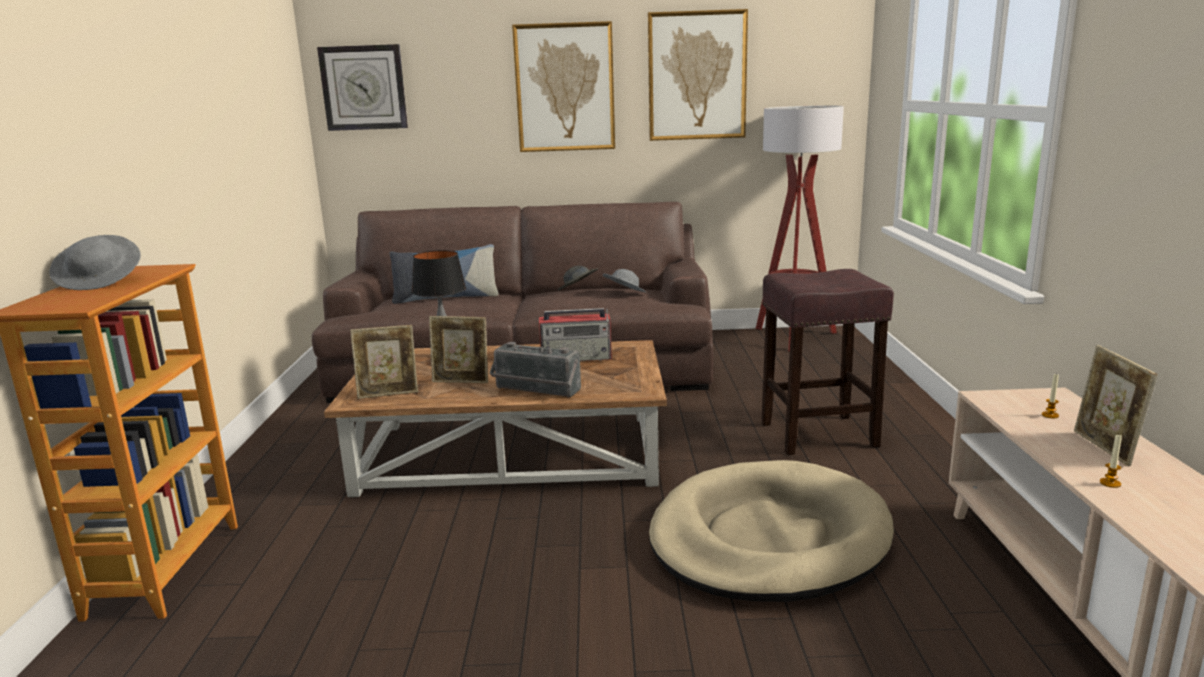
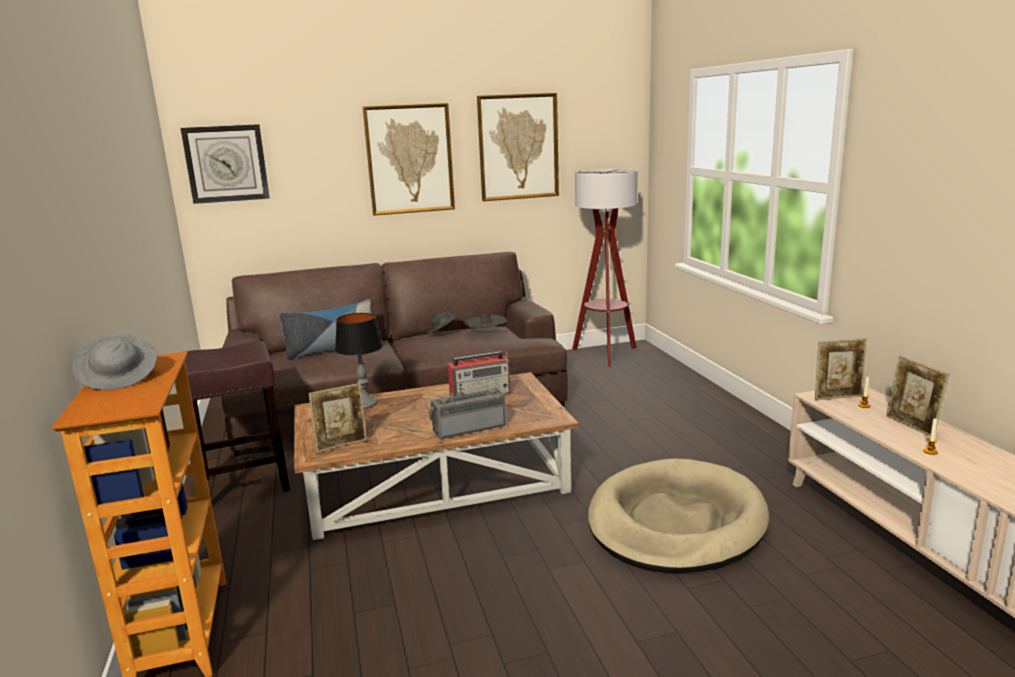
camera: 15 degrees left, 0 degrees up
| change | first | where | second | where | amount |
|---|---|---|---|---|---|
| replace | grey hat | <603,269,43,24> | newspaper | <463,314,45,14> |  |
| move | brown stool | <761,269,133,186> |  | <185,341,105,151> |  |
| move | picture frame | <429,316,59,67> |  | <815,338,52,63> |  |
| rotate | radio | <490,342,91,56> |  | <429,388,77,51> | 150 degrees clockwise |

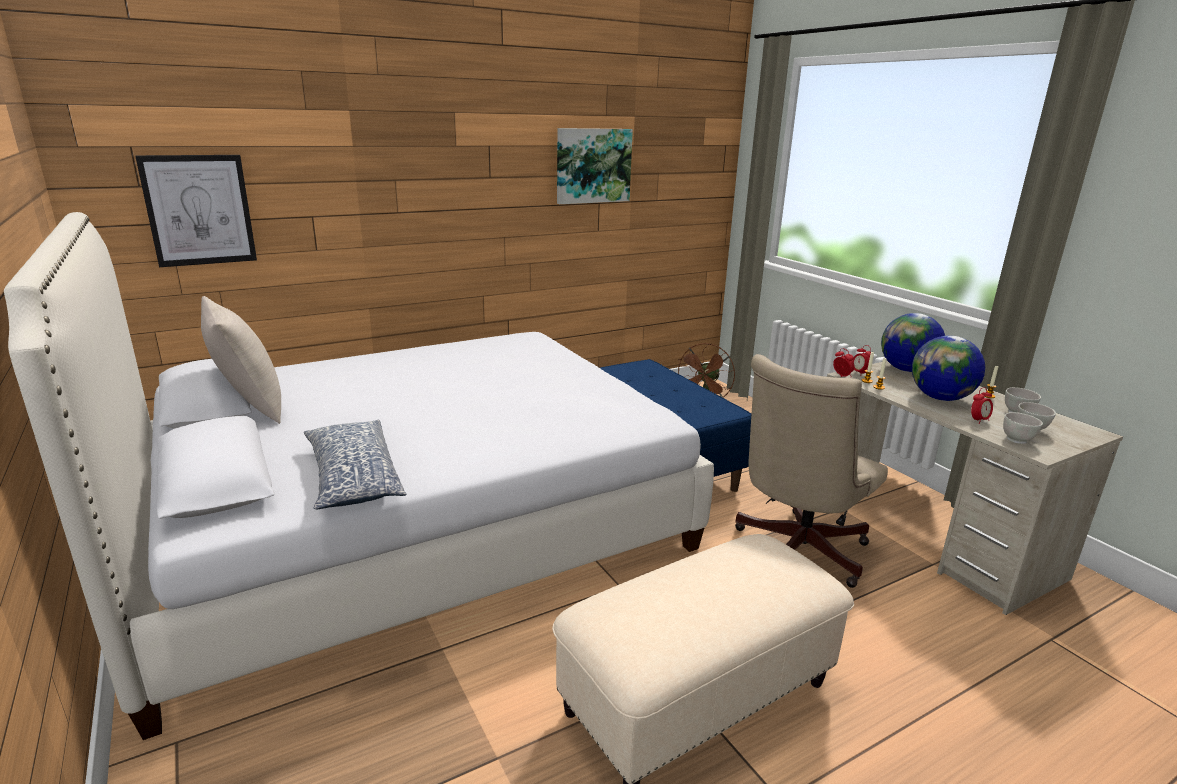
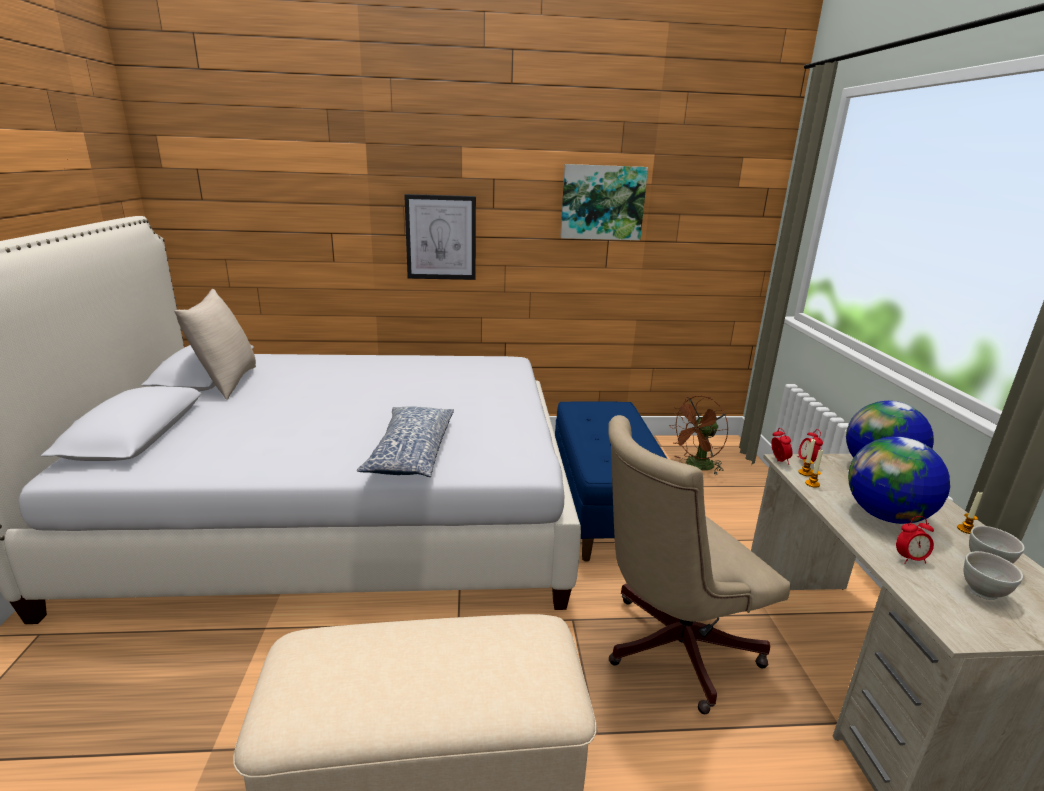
camera: 25 degrees right, 0 degrees up
| change | first | where | second | where | amount |
|---|---|---|---|---|---|
| move | picture | <135,155,122,112> |  | <404,194,72,86> |  |
| delete | white bowl | <1003,412,40,32> |  |  |  |
| move | pillow | <304,420,102,89> |  | <357,406,97,71> |  |

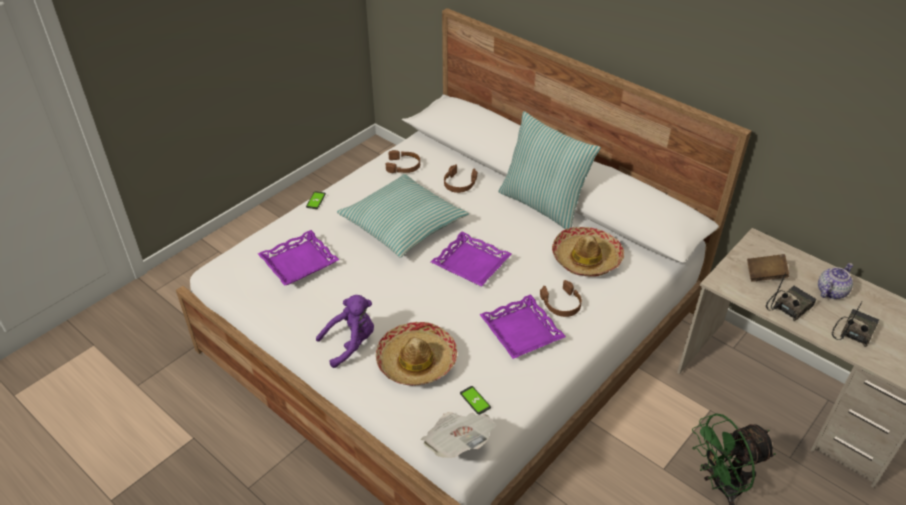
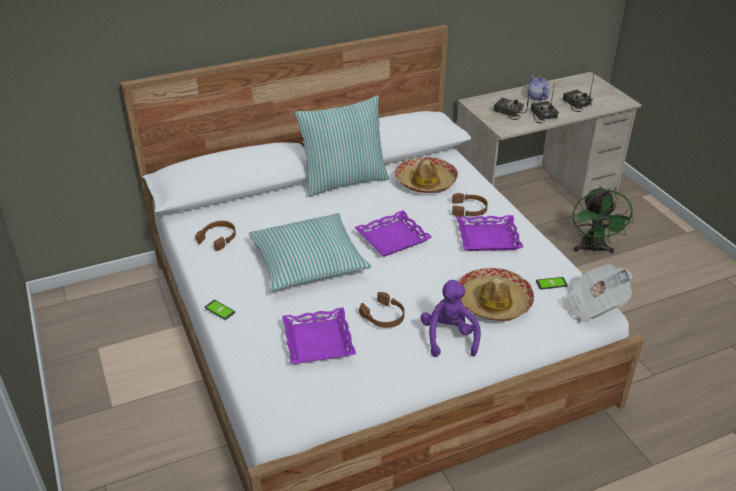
camera: 65 degrees left, 5 degrees down
| change | first | where | second | where | amount |
|---|---|---|---|---|---|
| move | brown headphones | <444,164,33,29> |  | <359,292,46,36> |  |
| replace | brown book | <747,254,42,28> | radio | <494,78,37,42> |  |

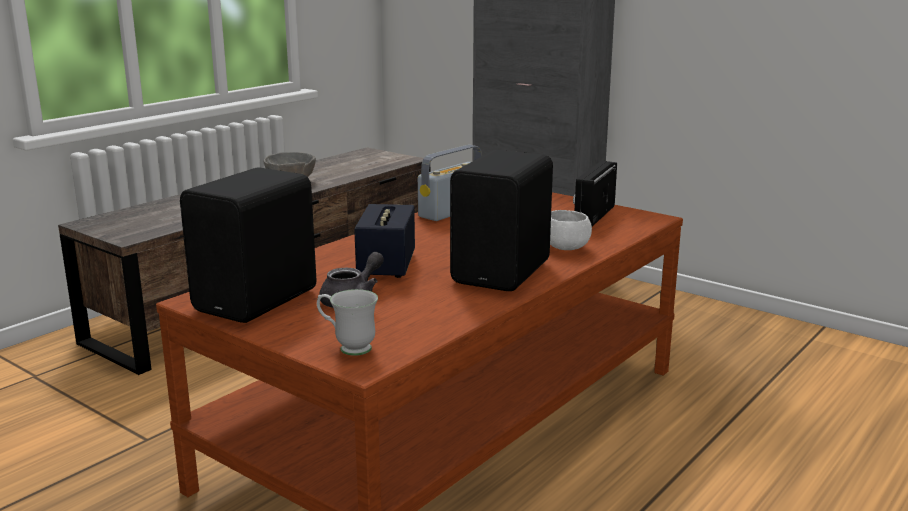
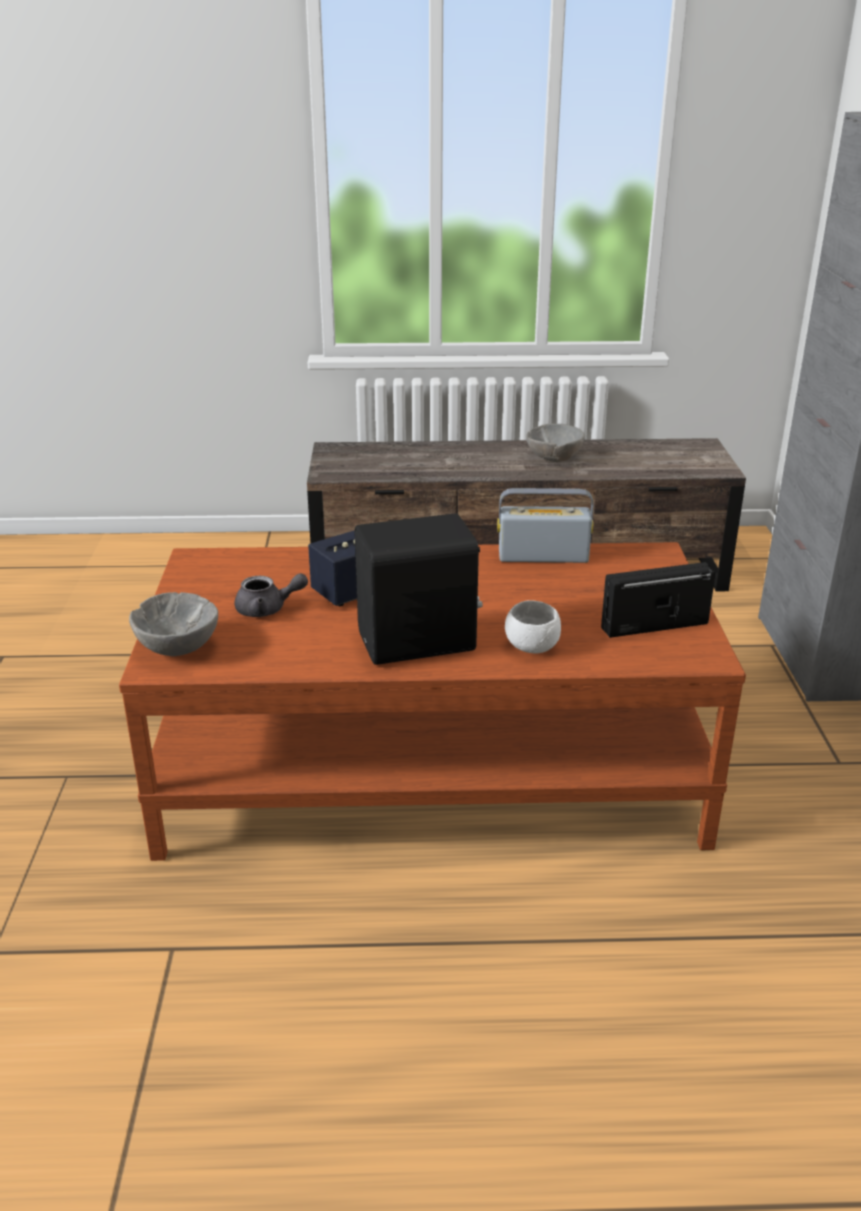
camera: 50 degrees right, 10 degrees up
| change | first | where | second | where | amount |
|---|---|---|---|---|---|
| delete | black speaker | <180,167,137,156> |  |  |  |
| replace | white mug | <317,289,61,67> | grey bowl | <129,592,89,64> |  |

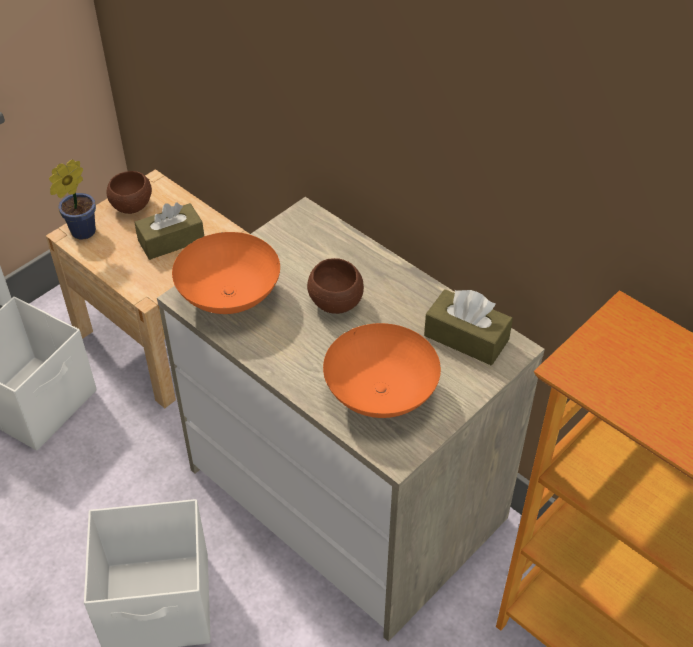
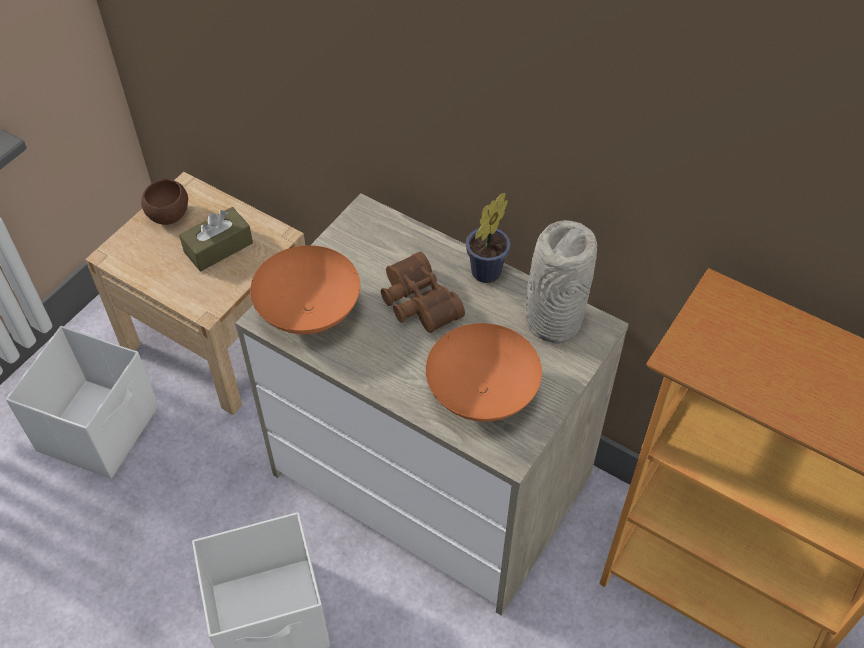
camera: 10 degrees left, 5 degrees up
| change | first | where | second | where | amount |
|---|---|---|---|---|---|
| move | potted plant | <49,159,47,81> |  | <466,193,45,90> |  |
| replace | brown bowl | <307,258,57,56> | brown binoculars | <381,252,84,81> |  |
| replace | brown tissue box | <424,289,89,76> | grey vase | <526,220,71,124> |  |

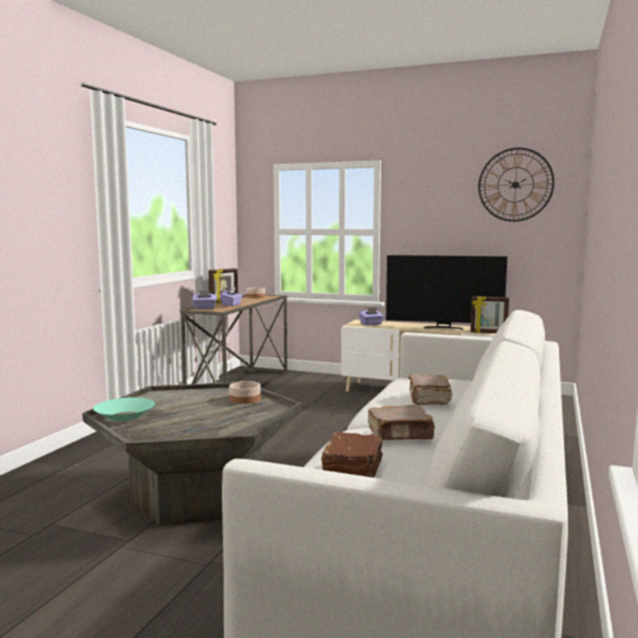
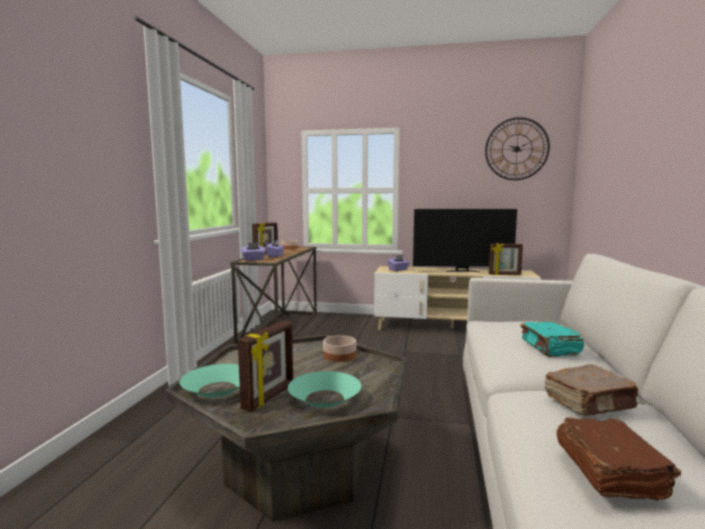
camera: 10 degrees left, 0 degrees up
| change | first | where | second | where | amount |
|---|---|---|---|---|---|
| recolor | brown book | <408,374,44,31> | turquoise book | <520,322,64,35> |  |
| insert |  |  | picture frame | <238,321,55,91> |  |
| insert |  |  | turquoise bowl | <288,371,73,37> |  |

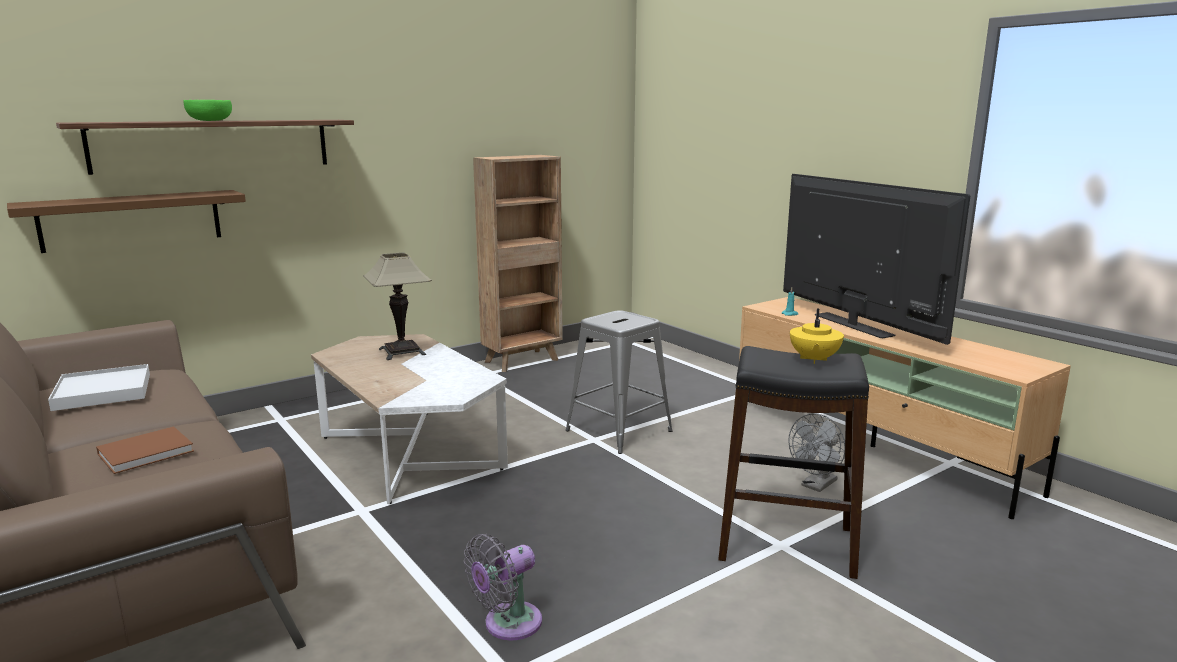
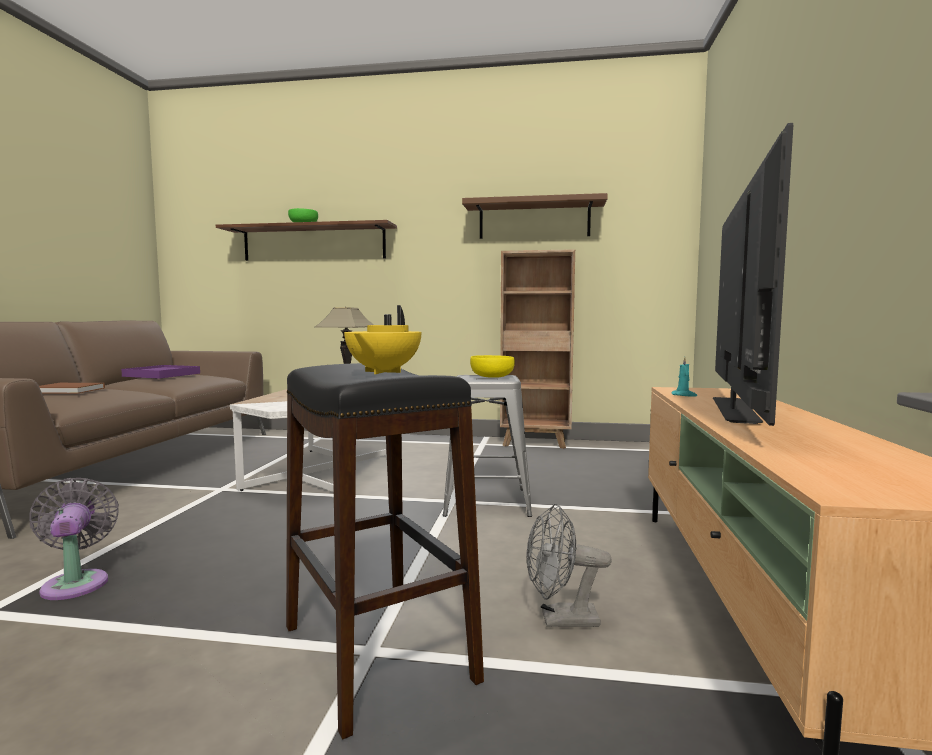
camera: 45 degrees right, 10 degrees down
| change | first | where | second | where | amount |
|---|---|---|---|---|---|
| move | brown shelf | <7,190,239,63> |  | <462,193,146,46> |  |
| rotate | yellow teapot | <790,309,54,55> |  | <344,305,77,69> | 45 degrees counterclockwise |
| recolor | white tray | <48,364,102,47> | purple tray | <121,365,79,14> |  |
| rotate | grey fan | <464,534,78,107> |  | <29,478,90,122> | 60 degrees clockwise |
| insert |  |  | yellow bowl | <470,355,45,23> |  |

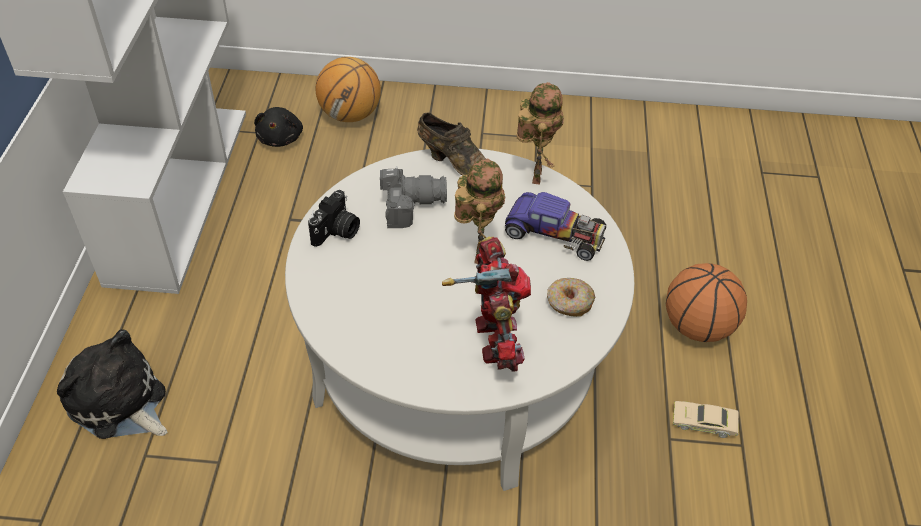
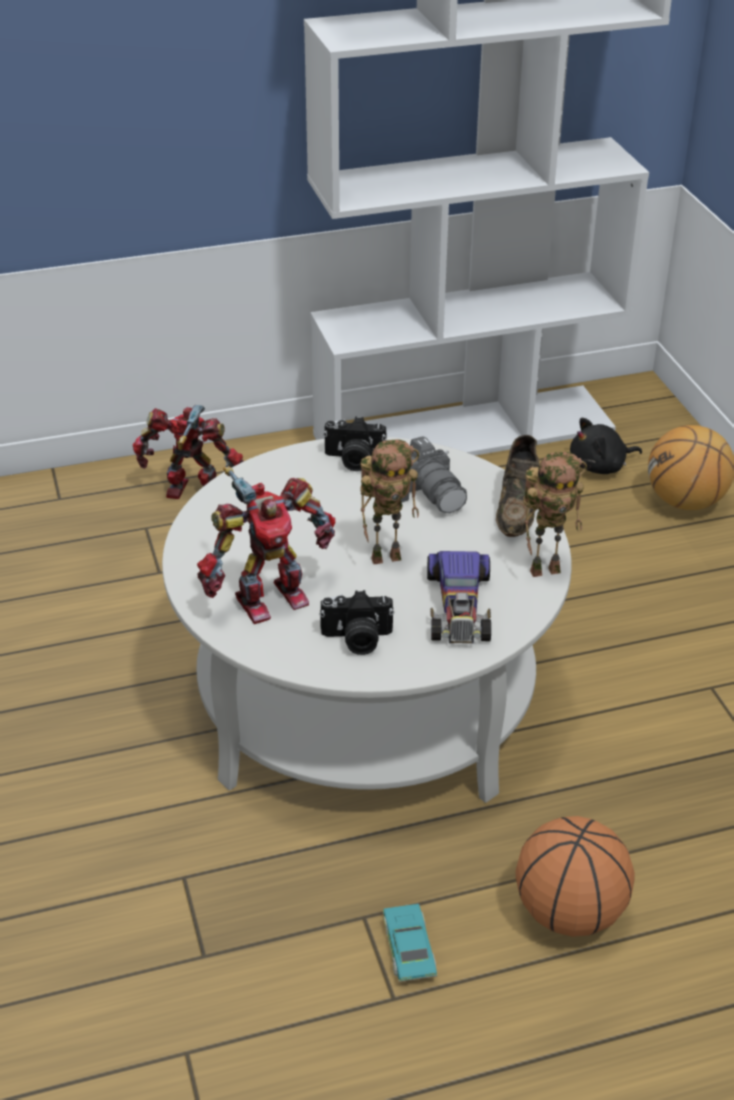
camera: 70 degrees right, 10 degrees down
| change | first | where | second | where | amount |
|---|---|---|---|---|---|
| replace | donut | <547,278,48,39> | photo camera | <320,590,74,65> |  |
| replace | plush toy | <57,329,110,110> | toy robot | <133,405,110,94> |  |
| recolor | beige toy car | <673,401,66,37> | turquoise toy car | <383,904,55,78> |  |

